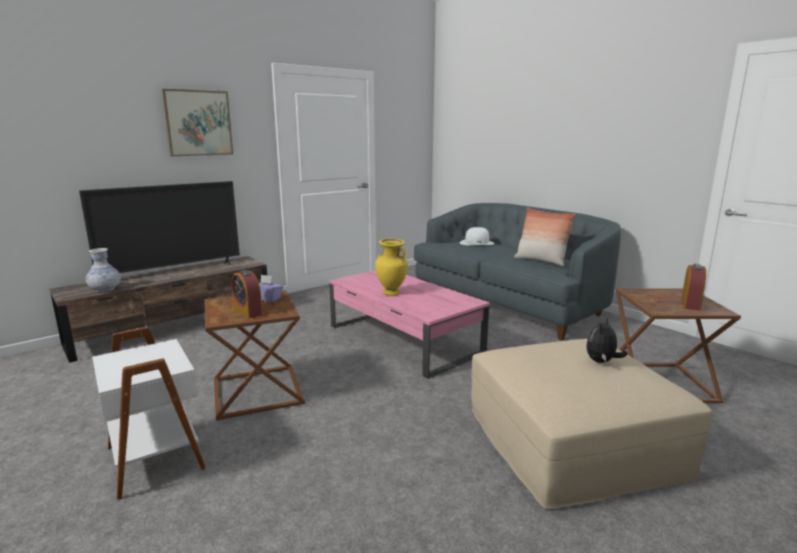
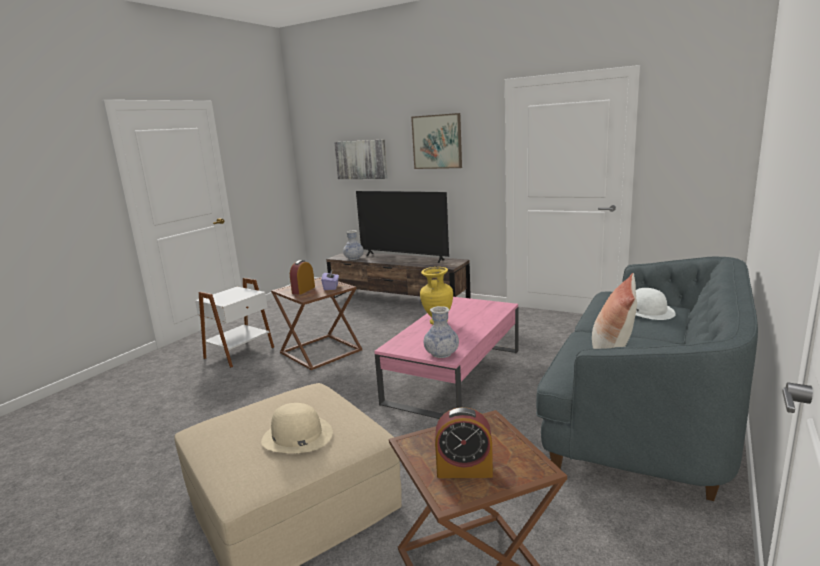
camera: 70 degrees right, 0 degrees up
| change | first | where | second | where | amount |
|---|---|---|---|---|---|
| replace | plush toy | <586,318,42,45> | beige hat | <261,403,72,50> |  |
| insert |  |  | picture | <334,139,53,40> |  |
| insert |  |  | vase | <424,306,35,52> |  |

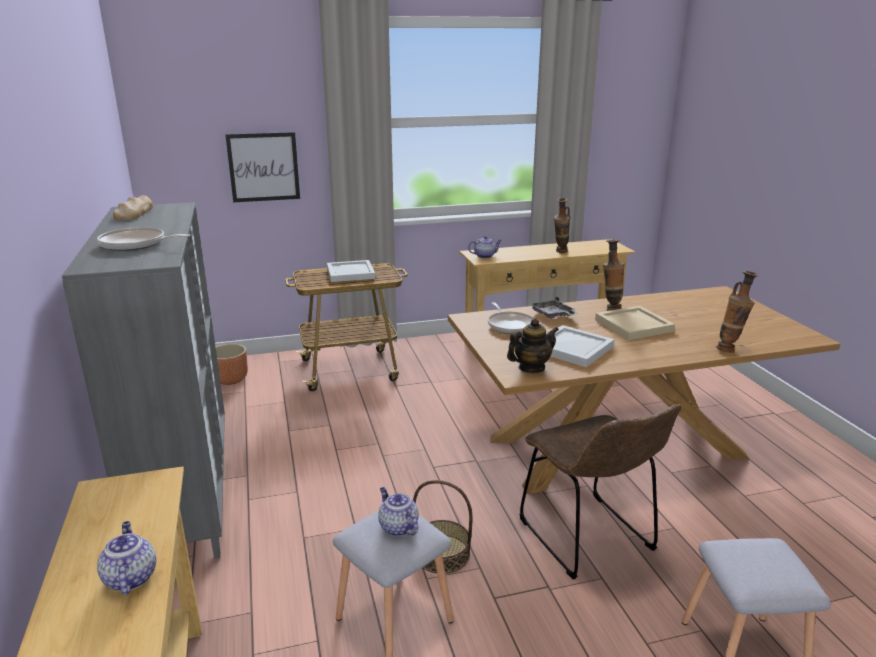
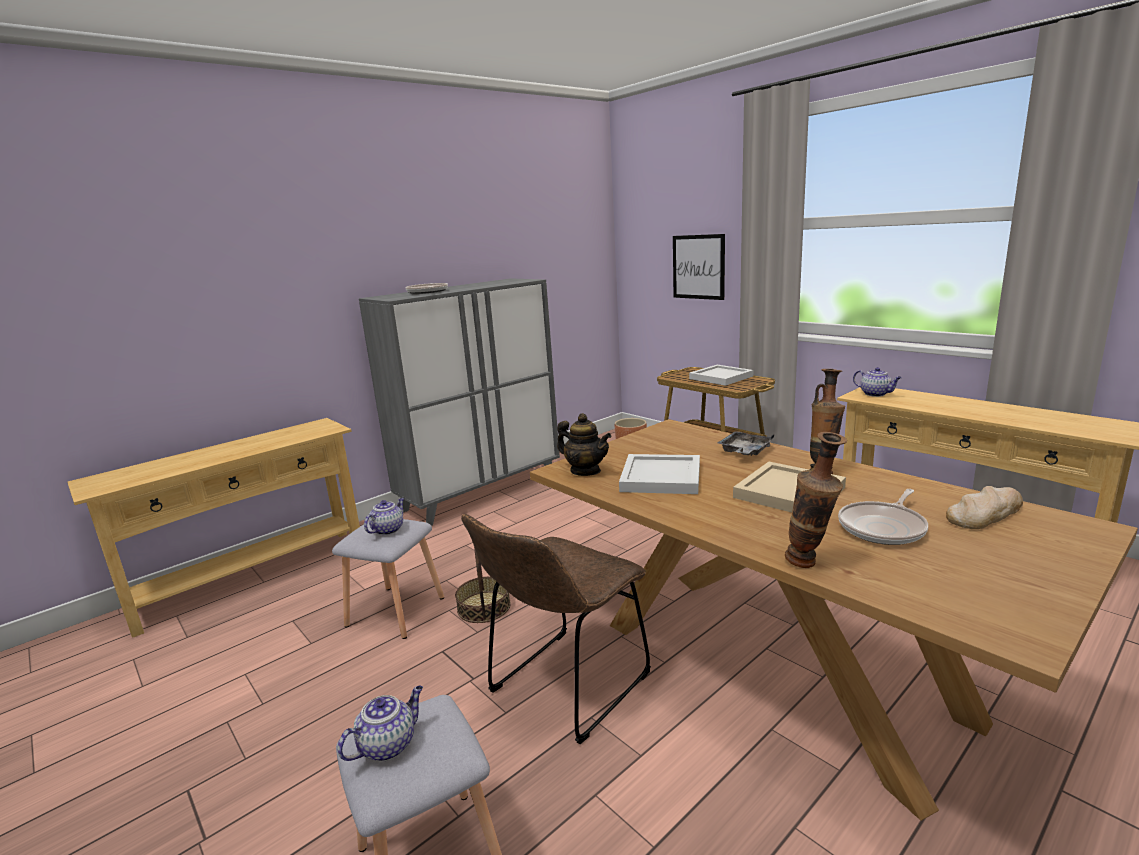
camera: 65 degrees right, 5 degrees down
| change | first | where | second | where | amount |
|---|---|---|---|---|---|
| move | bread | <113,195,40,25> |  | <946,486,77,43> |  |
| delete | vase | <554,198,17,55> |  |  |  |
| move | frying pan | <488,302,46,32> |  | <838,489,90,56> |  |
| move | teapot | <97,521,59,74> |  | <337,686,86,76> |  |

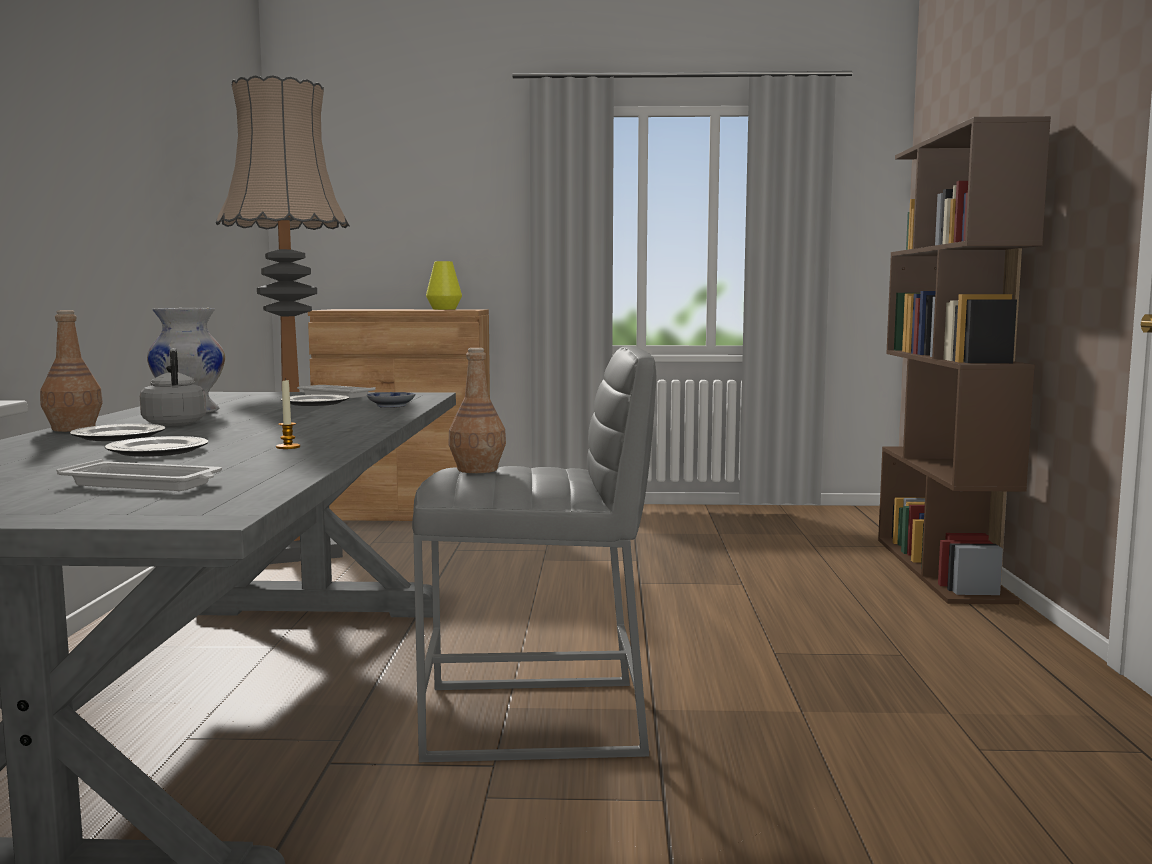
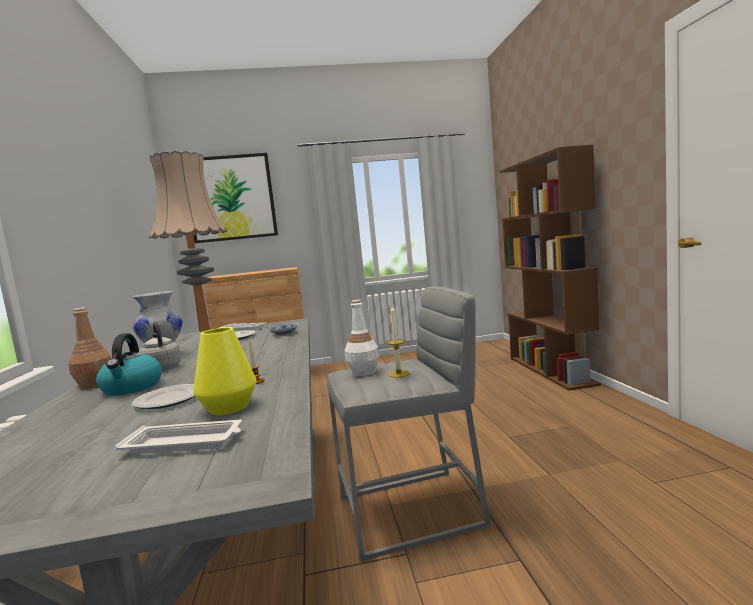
camera: 10 degrees left, 0 degrees up
| change | first | where | second | where | amount |
|---|---|---|---|---|---|
| move | yellow vase | <426,261,36,49> |  | <193,327,64,88> |  |
| recolor | brown bottle | <448,348,58,125> | white bottle | <345,299,35,77> |  |
| replace | plate | <70,424,95,17> | kettle | <96,333,66,62> |  |
| insert |  |  | picture | <193,153,85,90> |  |
| insert |  |  | candle | <387,306,23,72> |  |

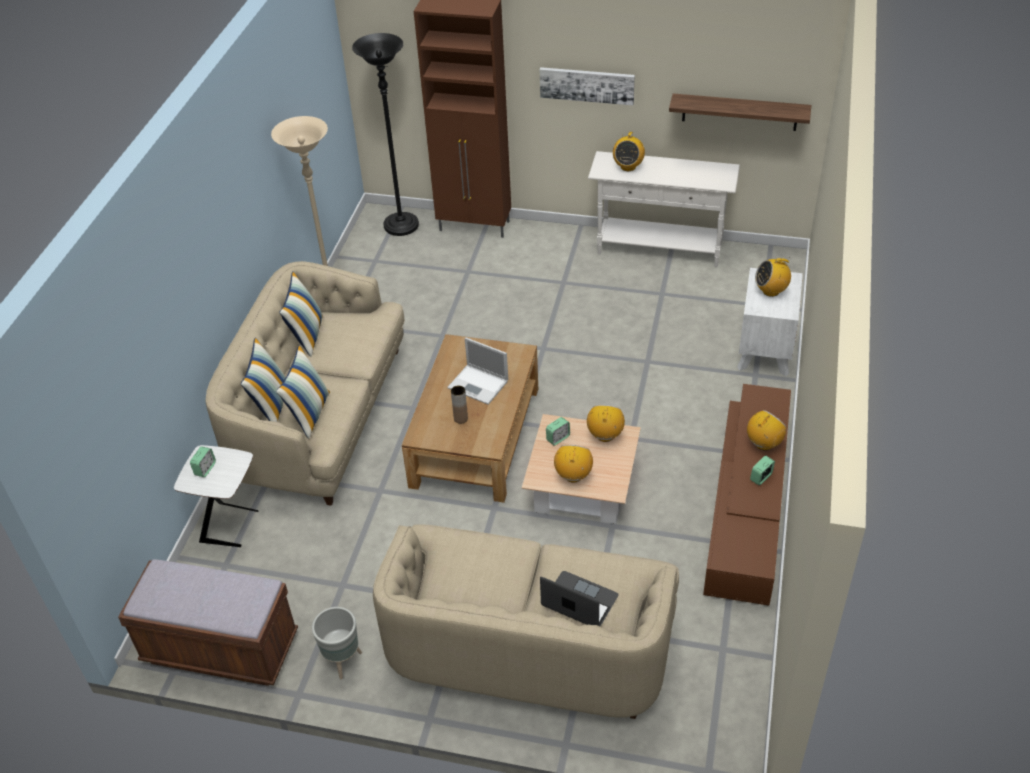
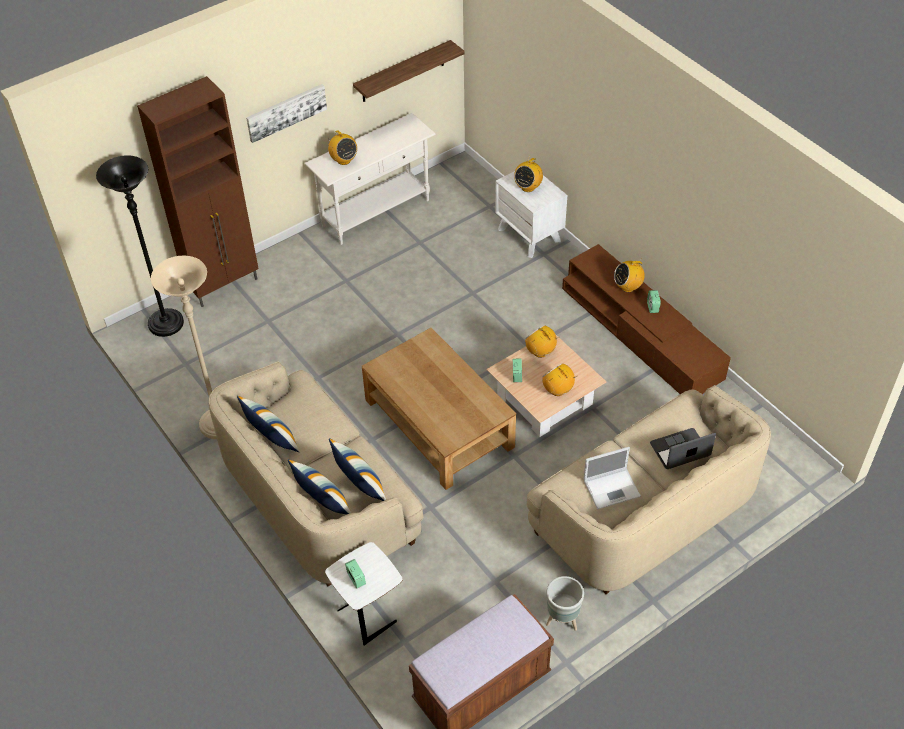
camera: 50 degrees left, 5 degrees up
| change | first | where | second | where | amount |
|---|---|---|---|---|---|
| move | laptop | <447,338,61,67> |  | <583,447,58,62> |  |
| delete | brown vase | <451,386,17,38> |  |  |  |
| rotate | radio | <747,410,39,40> |  | <614,260,31,32> | 105 degrees counterclockwise |

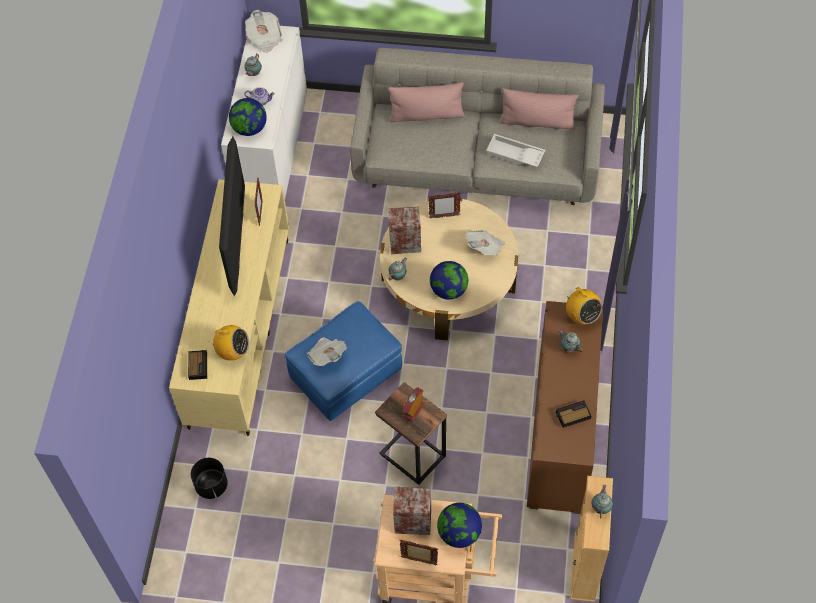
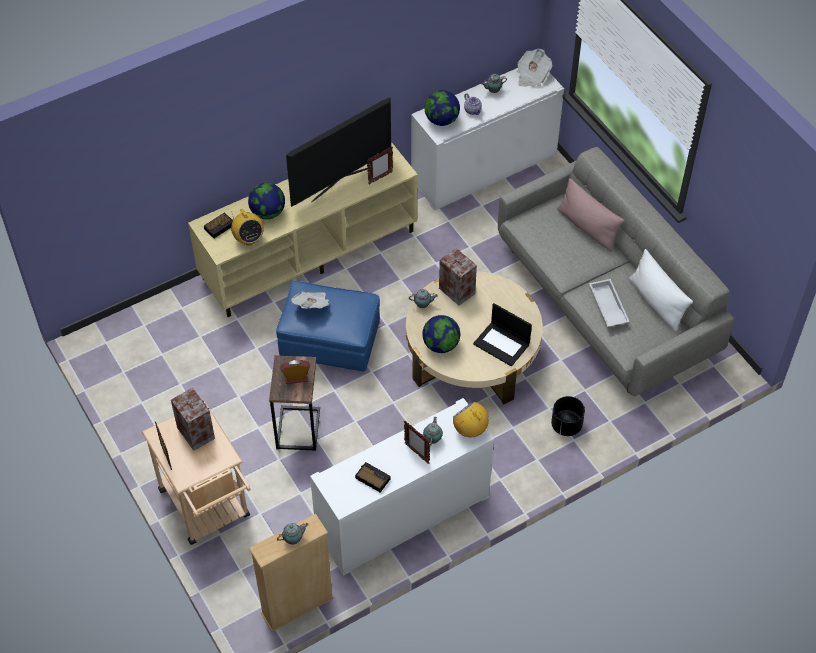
camera: 50 degrees right, 5 degrees down
| change | first | where | second | where | amount |
|---|---|---|---|---|---|
| recolor | pink pillow | <500,89,78,41> | white pillow | <629,249,64,82> |  |
| move | picture frame | <428,192,33,27> |  | <404,421,26,43> |  |
| replace | newspaper | <465,230,40,26> | laptop | <473,303,59,64> |  |
| rotate | radio | <566,287,36,38> |  | <453,402,39,35> | 120 degrees clockwise |
| recolor | brown cabinet | <527,301,76,213> | white cabinet | <310,398,184,178> |  |
| move | black planter | <191,458,37,41> |  | <551,396,34,40> |  |
| move | globe | <437,503,45,45> |  | <248,183,37,36> |  |

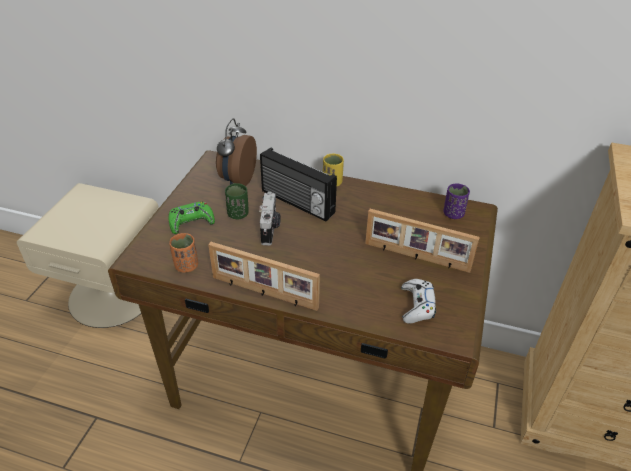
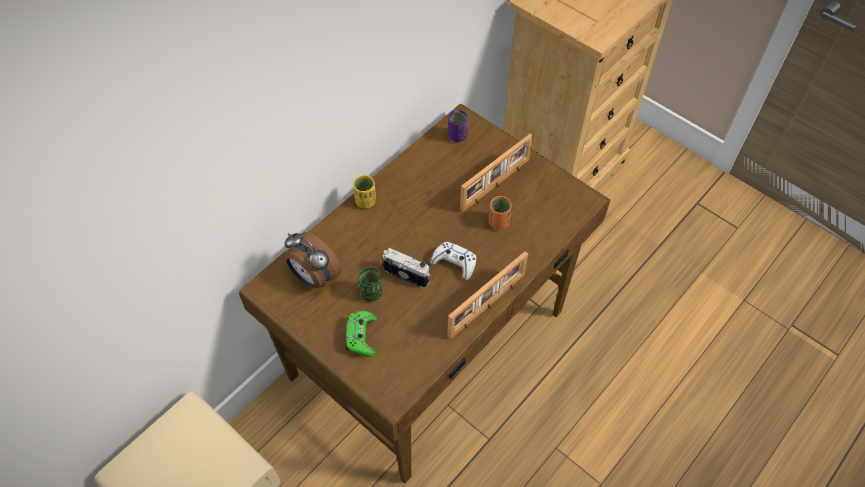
camera: 65 degrees left, 15 degrees up
| change | first | where | second | where | amount |
|---|---|---|---|---|---|
| delete | radio | <260,147,77,74> |  |  |  |
| move | orange cup | <169,233,29,40> |  | <489,196,23,33> |  |
| move | white game controller | <401,279,35,45> |  | <431,241,45,39> |  |

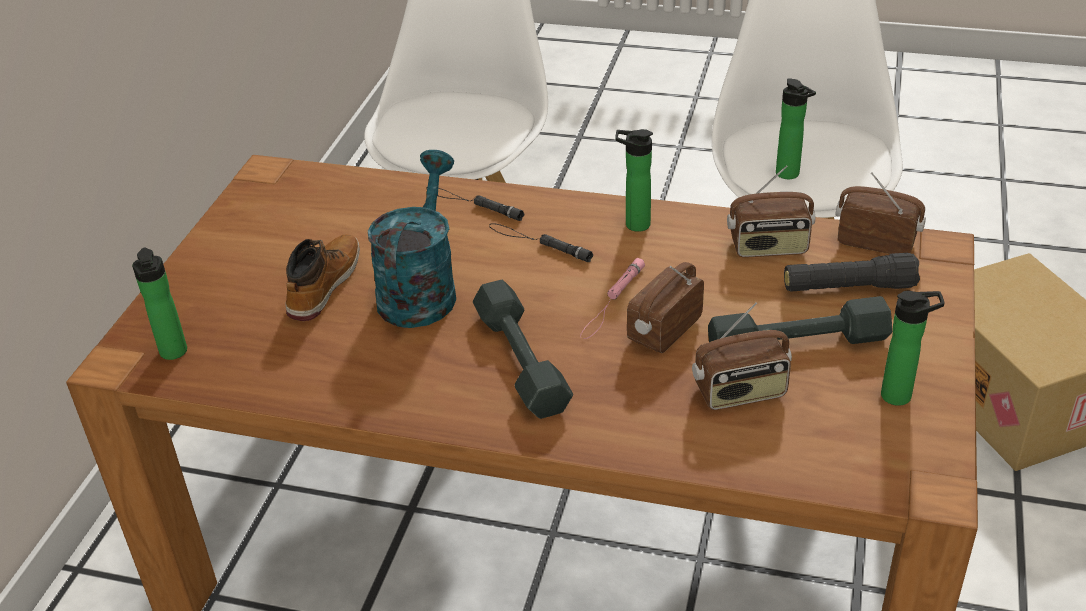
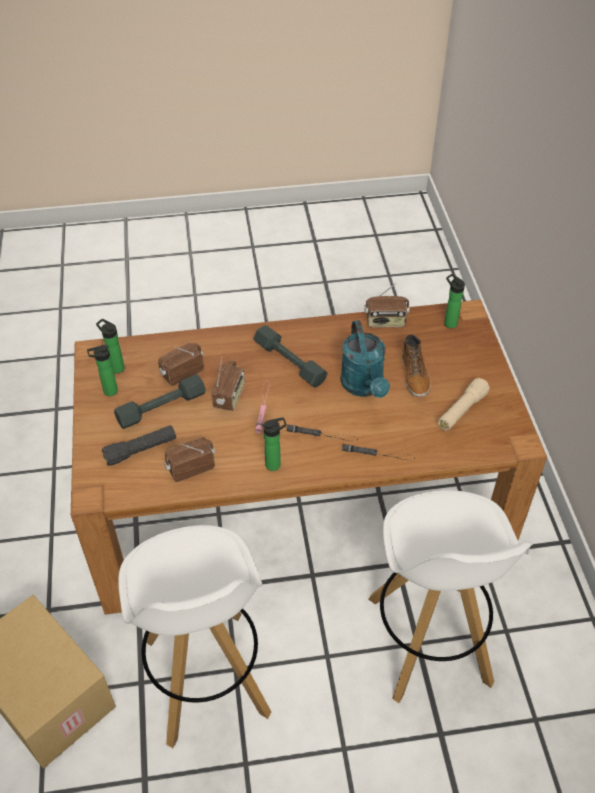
camera: 155 degrees right, 10 degrees up
| change | first | where | second | where | amount |
|---|---|---|---|---|---|
| move | bottle | <776,78,40,101> |  | <96,319,29,55> |  |
| move | radio | <836,172,90,82> |  | <364,283,46,45> |  |
| insert |  |  | beige flashlight | <438,378,52,53> |  |

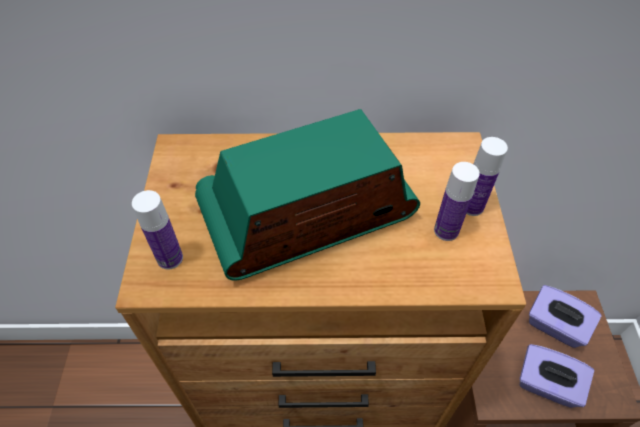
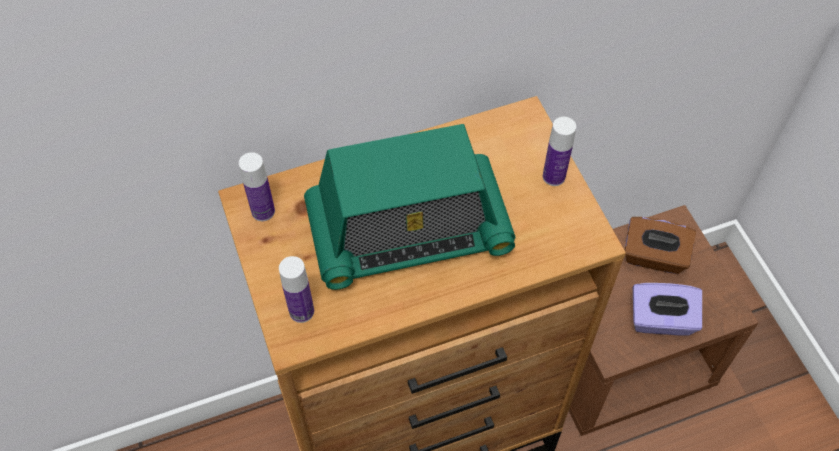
camera: 20 degrees left, 5 degrees up
| change | first | where | second | where | amount |
|---|---|---|---|---|---|
| rotate | radio | <195,109,225,172> |  | <304,124,211,166> | 150 degrees counterclockwise |
| move | bottle | <434,162,46,79> |  | <239,152,36,69> |  |
| recolor | purple tissue box | <529,285,73,63> | brown tissue box | <625,217,71,57> |  |

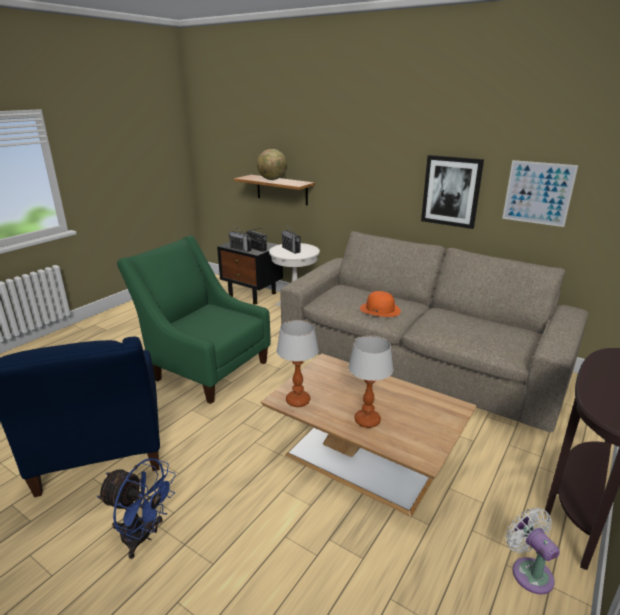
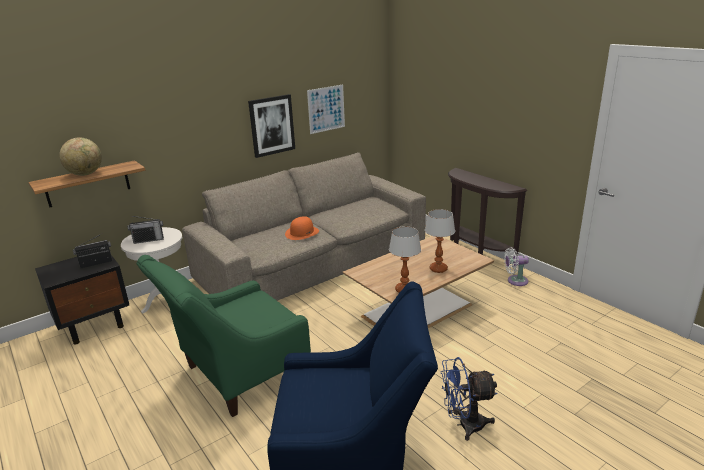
camera: 70 degrees left, 0 degrees up
| change | first | where | second | where | amount |
|---|---|---|---|---|---|
| delete | radio | <228,225,24,27> |  |  |  |
| rotate | blue fan | <97,458,79,101> |  | <441,357,57,84> | 135 degrees counterclockwise |

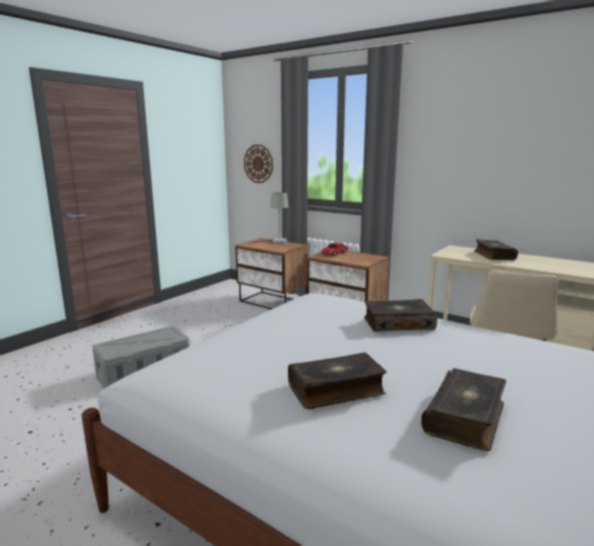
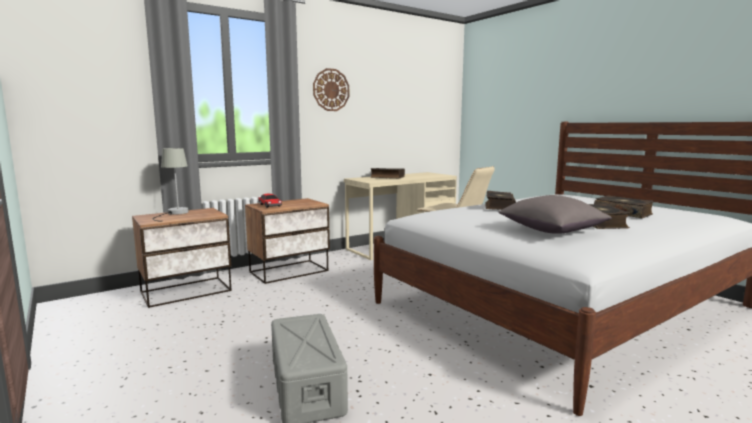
camera: 70 degrees left, 5 degrees down
| change | first | where | second | where | amount |
|---|---|---|---|---|---|
| move | wall clock | <244,145,29,38> |  | <313,68,36,43> |  |
| insert |  |  | grey pillow | <498,195,114,39> |  |

